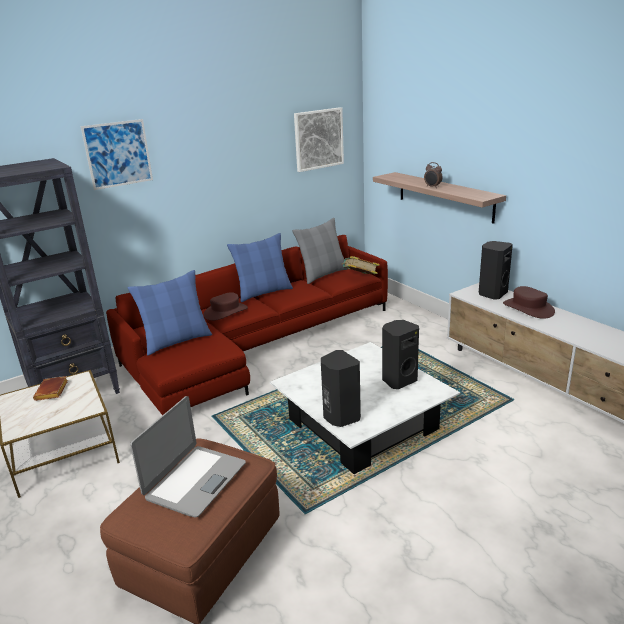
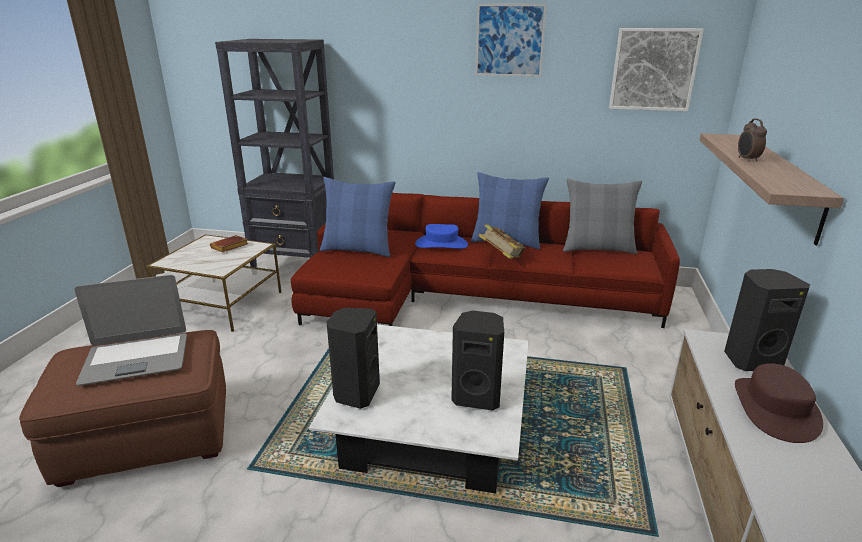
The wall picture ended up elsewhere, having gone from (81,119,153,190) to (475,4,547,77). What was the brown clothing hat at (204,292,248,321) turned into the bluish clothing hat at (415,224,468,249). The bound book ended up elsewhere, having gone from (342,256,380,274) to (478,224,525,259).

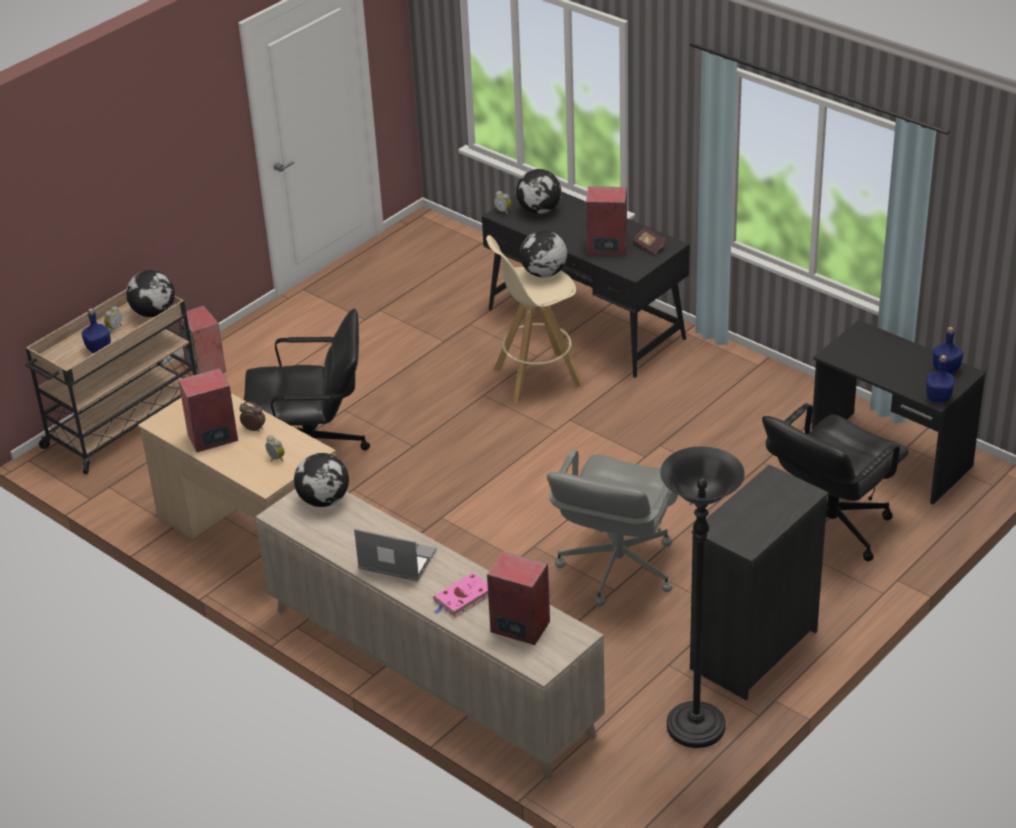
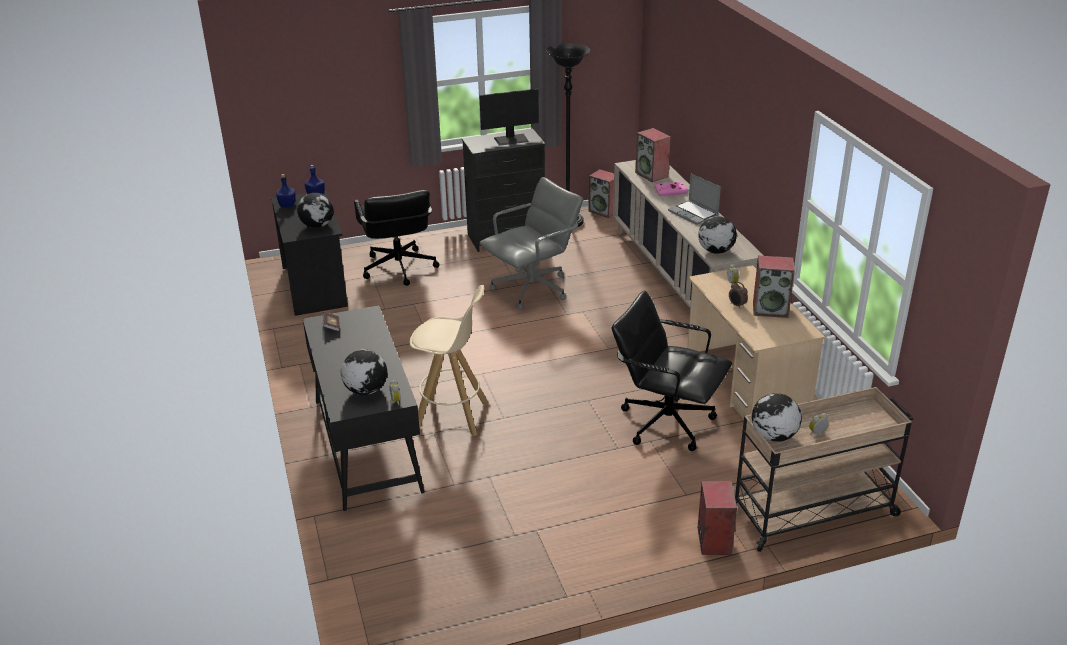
The second view lost the bluish beverage bottle at (82,308,111,353). The desk globe ended up elsewhere, having gone from (520,230,567,277) to (297,193,334,228). The audio speaker ended up elsewhere, having gone from (586,186,627,255) to (588,169,614,218). The blackish computer chair at (762,403,909,561) ended up facing another way, 90 degrees clockwise from before. The second view gained the monitor at (479,89,539,146).

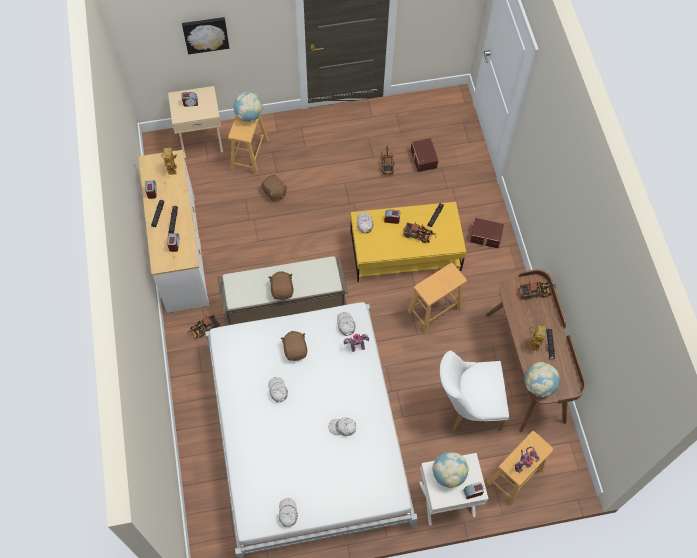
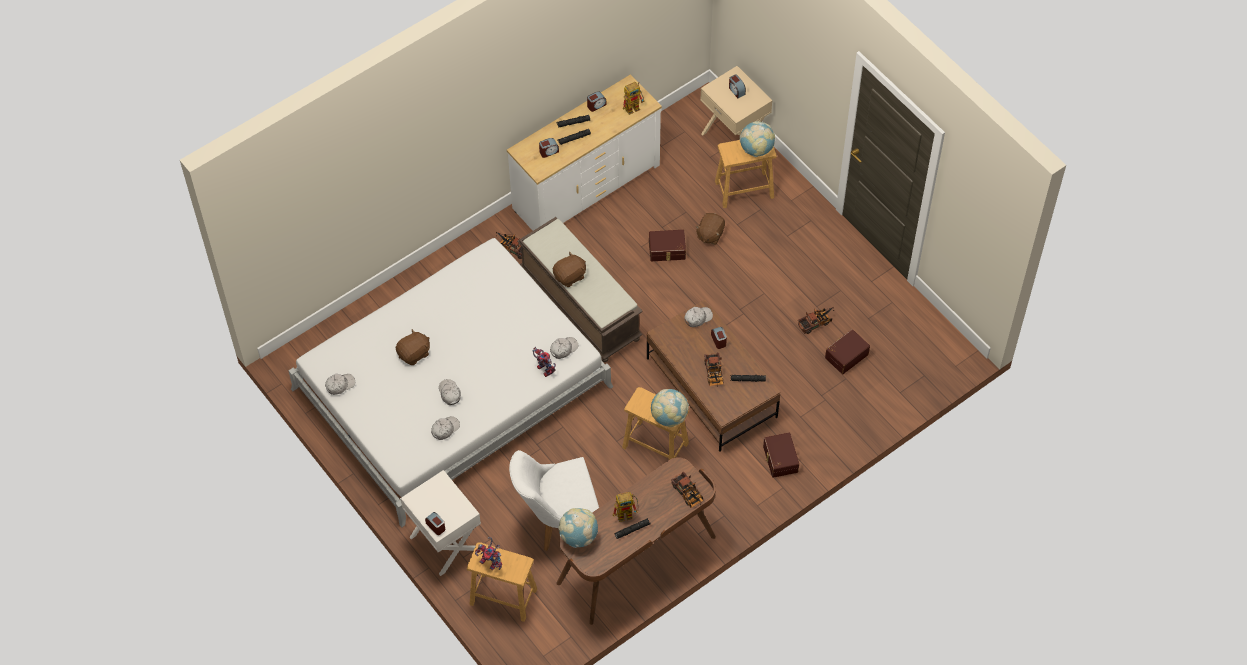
The second view lost the wall picture at (182,17,229,54). The white-coloured baseball cap ended up elsewhere, having gone from (268,377,288,402) to (431,416,460,440). The brown plush toy ended up elsewhere, having gone from (281,331,307,361) to (396,329,430,365). What was the yellow-coloured low table at (350,202,466,282) turned into the brown low table at (647,300,781,452). The desk globe ended up elsewhere, having gone from (432,452,469,488) to (651,389,689,427). The white-coloured upright chair at (440,351,509,431) ended up facing another way, 75 degrees counterclockwise from before. The second view gained the brown storage container at (649,230,686,261).

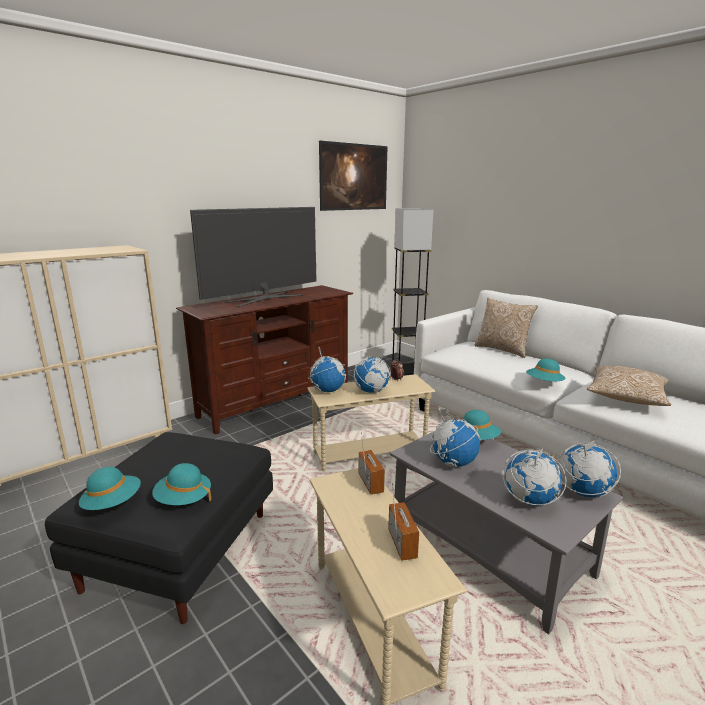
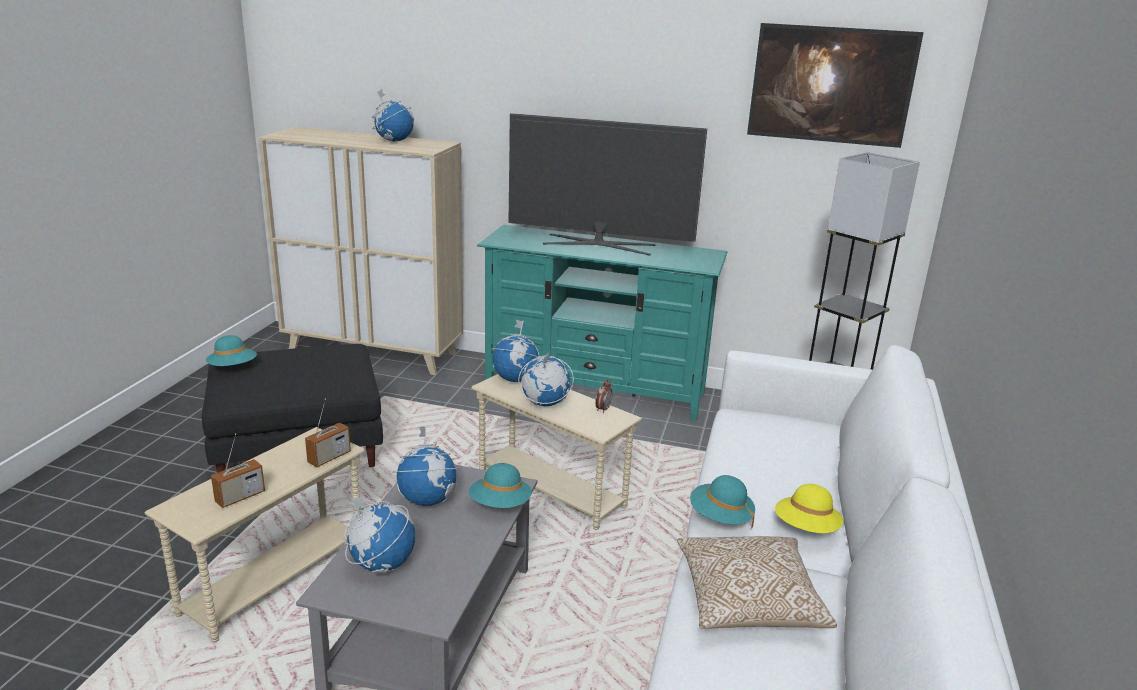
The second view lost the turquoise-coloured clothing hat at (152,463,211,505). What was the brown tv unit at (176,285,353,435) turned into the turquoise-coloured tv unit at (477,225,727,421). The second view lost the pillow at (475,298,538,358). The desk globe ended up elsewhere, having gone from (557,440,621,498) to (372,89,414,142). The second view gained the yellow-coloured clothing hat at (775,484,843,533).

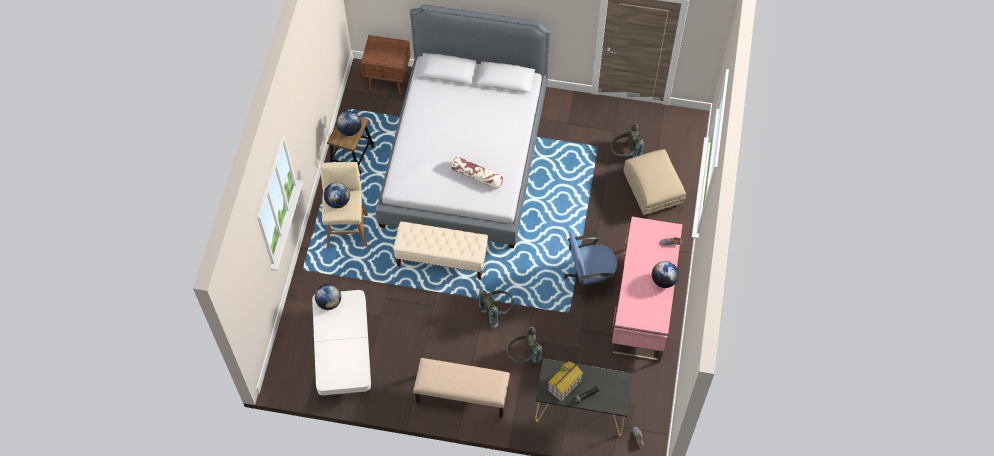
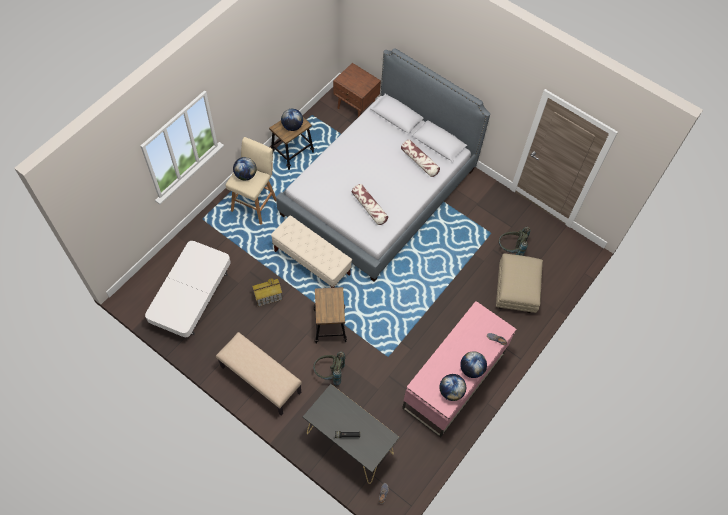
The desk globe ended up elsewhere, having gone from (315,284,341,310) to (439,374,466,401). Where the greyish backpack stood at (478,290,513,328), the stool seat came to stand at (313,287,347,344). The miniature house ended up elsewhere, having gone from (548,361,583,402) to (252,278,283,307). The second view lost the bluish computer chair at (564,231,617,302). The second view gained the pillow at (401,140,440,177).

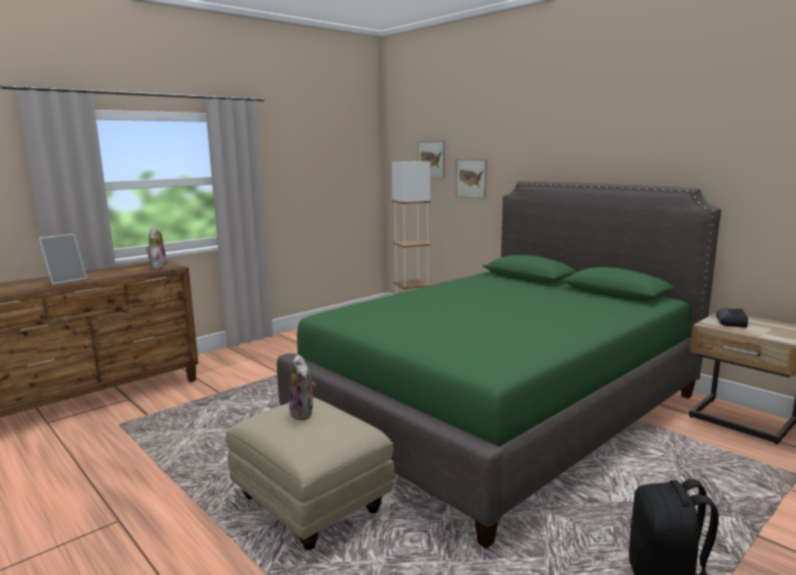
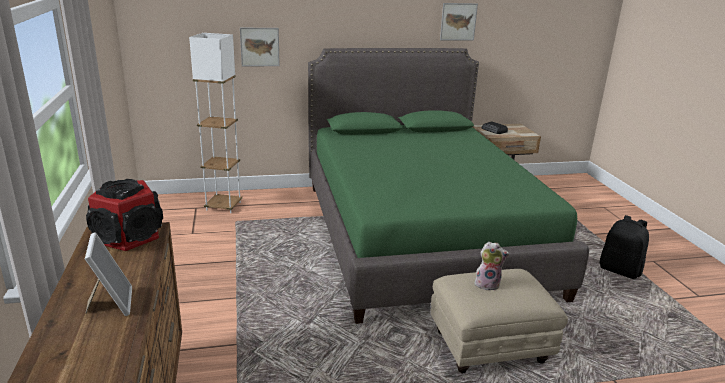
Where the plush toy stood at (146,226,168,269), the audio speaker came to stand at (86,179,163,251). The wall picture ended up elsewhere, having gone from (417,141,445,179) to (440,3,478,40).

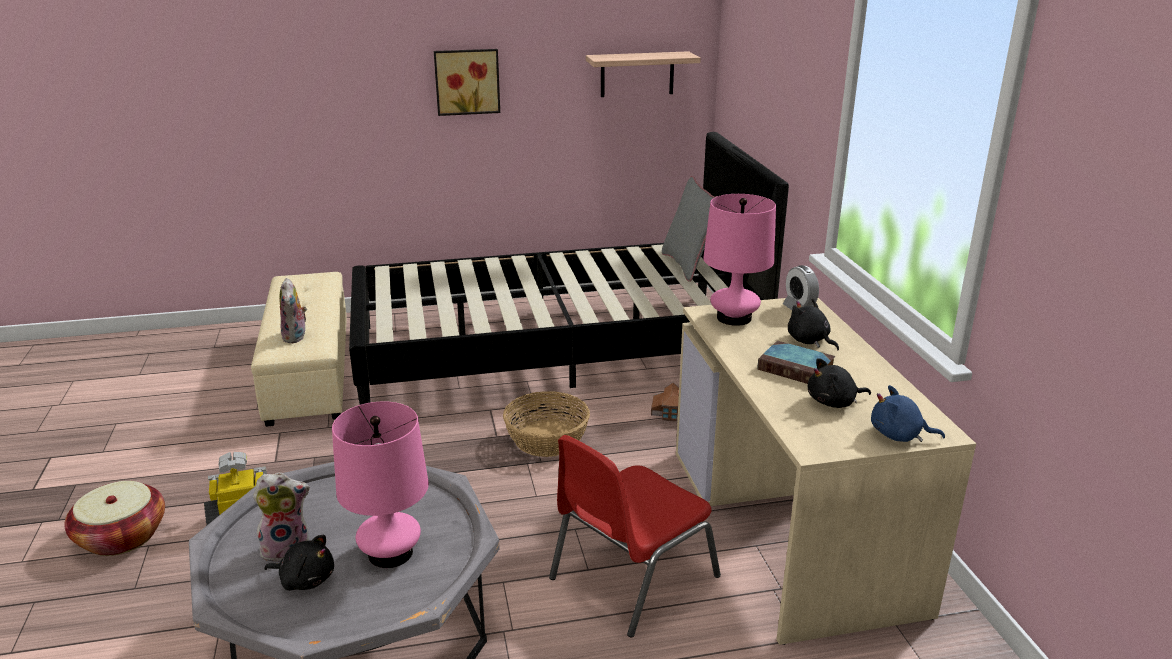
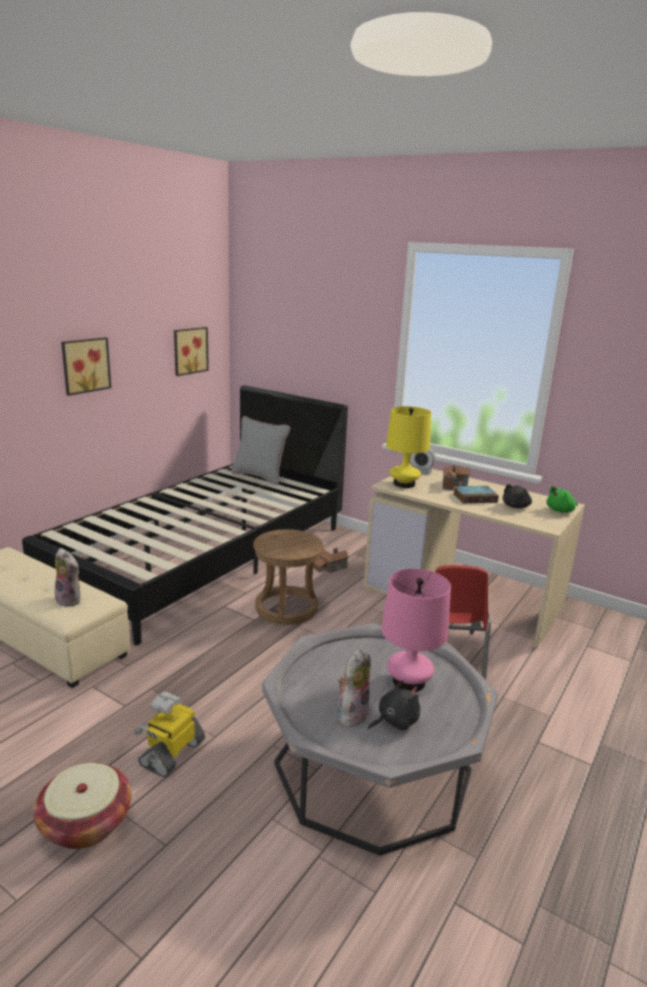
Where the storage basket stood at (503,391,590,457), the brown stool seat came to stand at (253,529,323,625). Where the wall shelf hung at (586,51,701,97), the wall picture came to hang at (174,327,209,376). What was the pinkish lamp for a table at (703,194,776,326) turned into the yellow-coloured lamp for a table at (386,406,431,488). Where the blackish plush toy stood at (788,299,839,351), the miniature house came to stand at (443,464,470,490). What was the bluish plush toy at (871,385,945,442) turned into the green-coloured plush toy at (547,486,578,513).

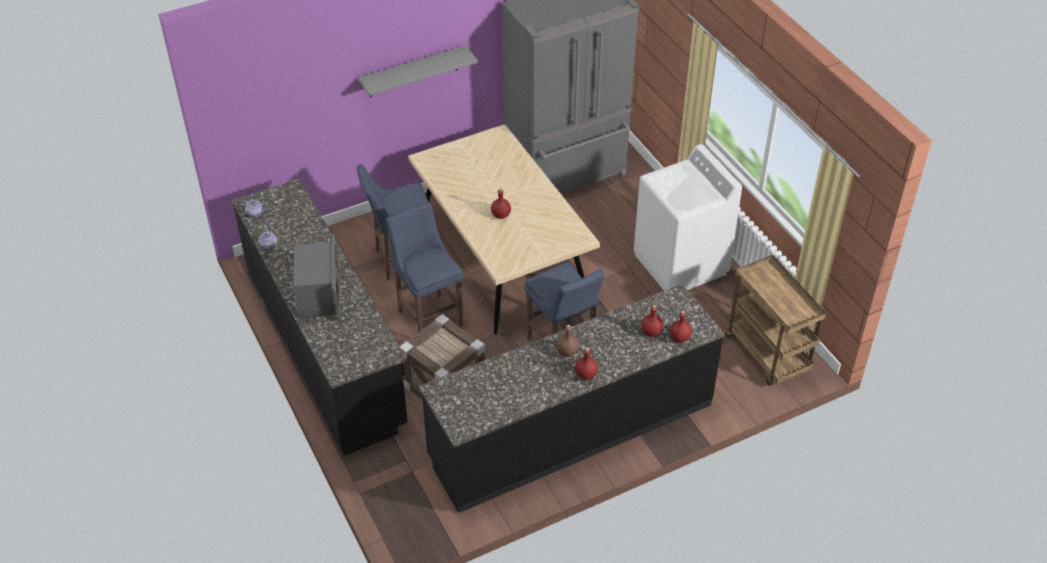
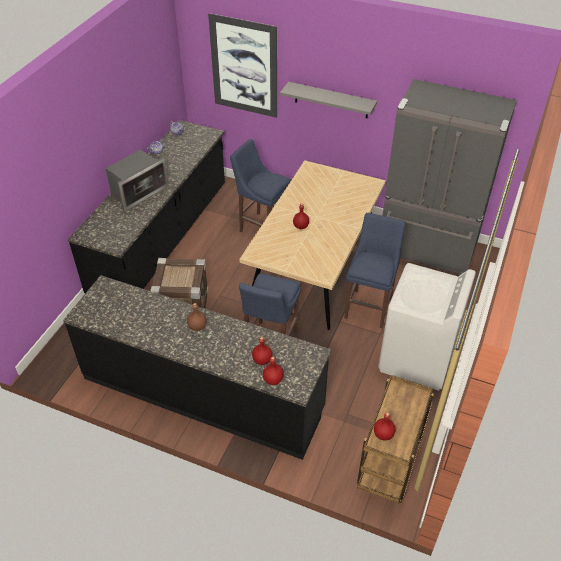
The bluish stool seat ended up elsewhere, having gone from (386,202,463,333) to (344,213,406,328). The red beverage bottle ended up elsewhere, having gone from (575,348,598,380) to (374,412,395,440). The second view gained the wall picture at (208,13,277,118).

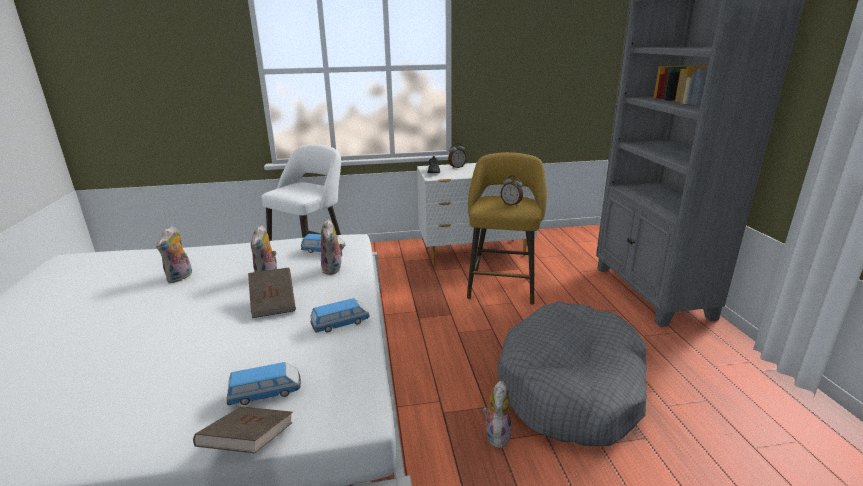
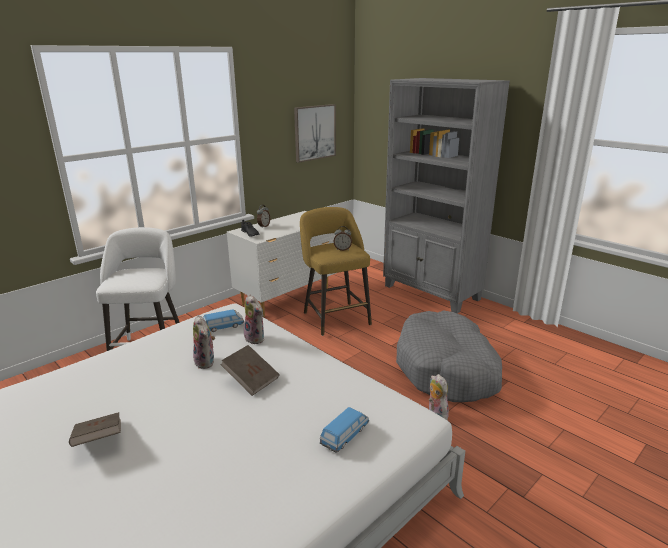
The second view lost the plush toy at (156,226,192,283). The brown bound book ended up elsewhere, having gone from (193,407,292,453) to (69,412,121,447). The second view lost the miniature car at (310,298,370,332). The second view gained the wall picture at (294,104,336,163).

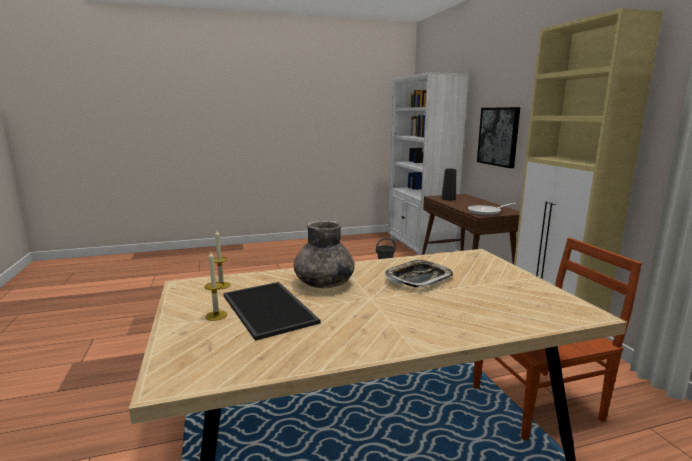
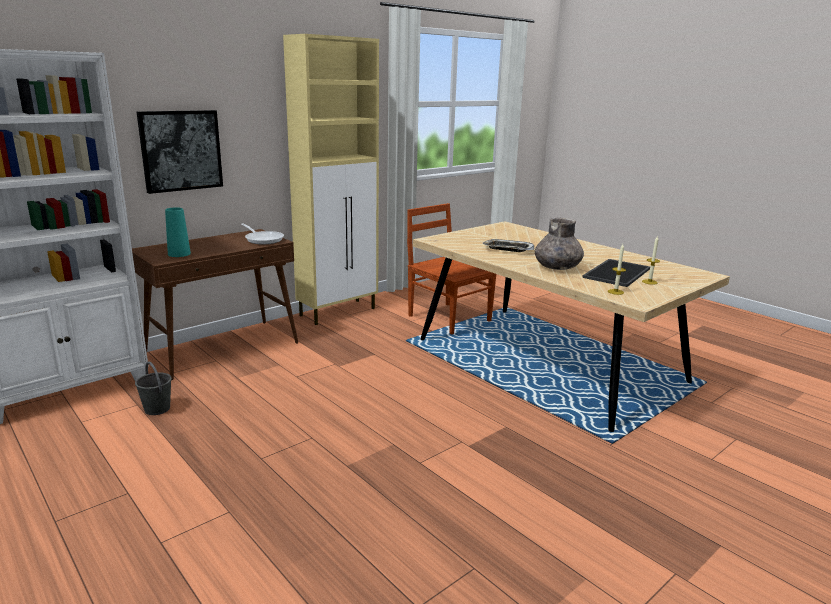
What was the blackish flower vase at (441,168,456,201) turned into the turquoise-coloured flower vase at (165,207,191,257).

